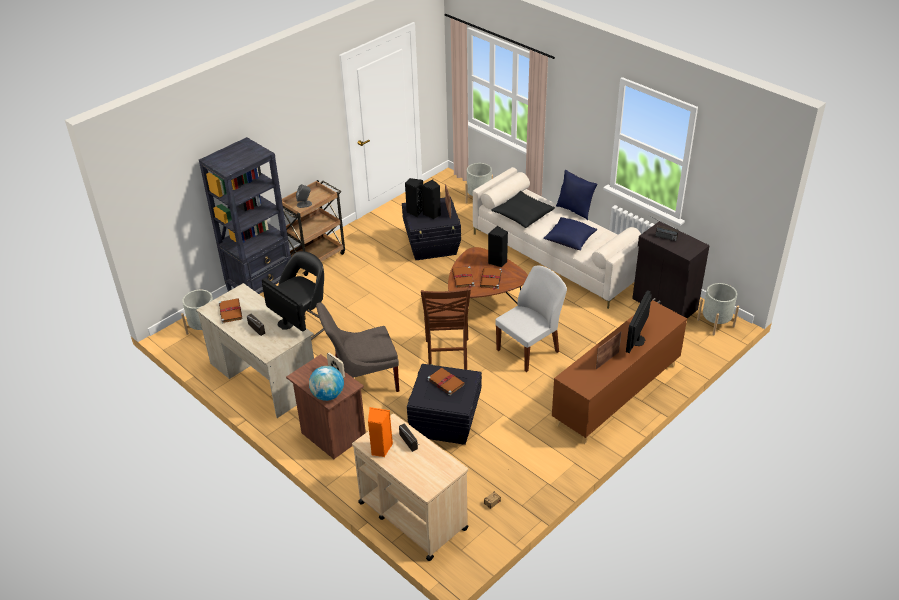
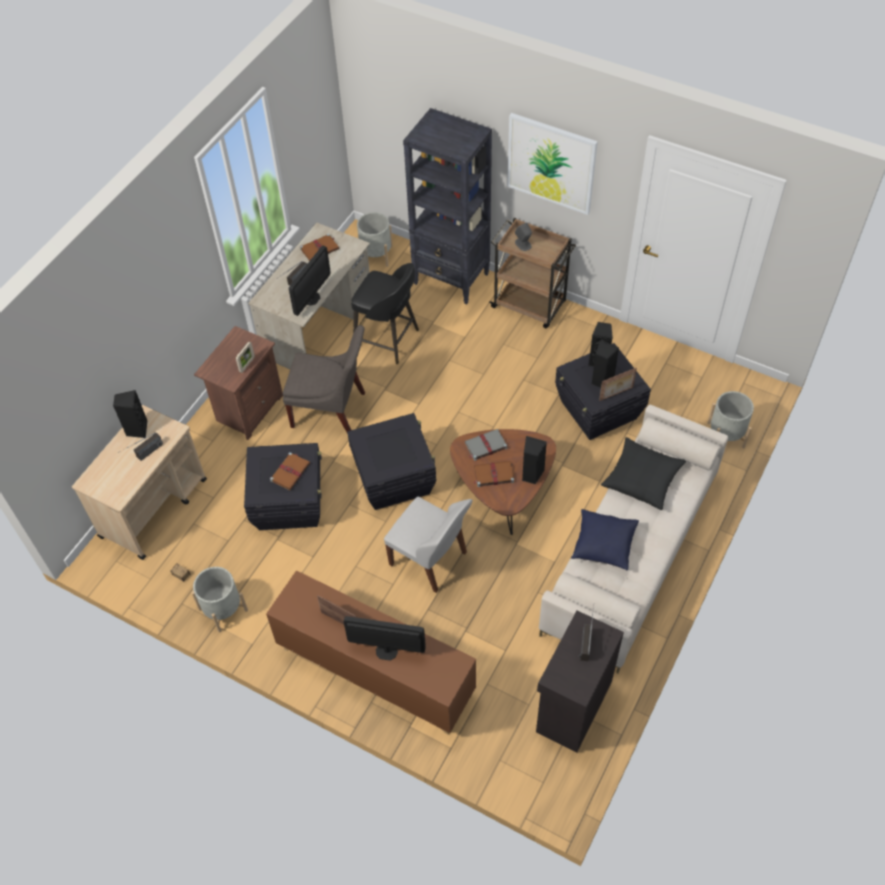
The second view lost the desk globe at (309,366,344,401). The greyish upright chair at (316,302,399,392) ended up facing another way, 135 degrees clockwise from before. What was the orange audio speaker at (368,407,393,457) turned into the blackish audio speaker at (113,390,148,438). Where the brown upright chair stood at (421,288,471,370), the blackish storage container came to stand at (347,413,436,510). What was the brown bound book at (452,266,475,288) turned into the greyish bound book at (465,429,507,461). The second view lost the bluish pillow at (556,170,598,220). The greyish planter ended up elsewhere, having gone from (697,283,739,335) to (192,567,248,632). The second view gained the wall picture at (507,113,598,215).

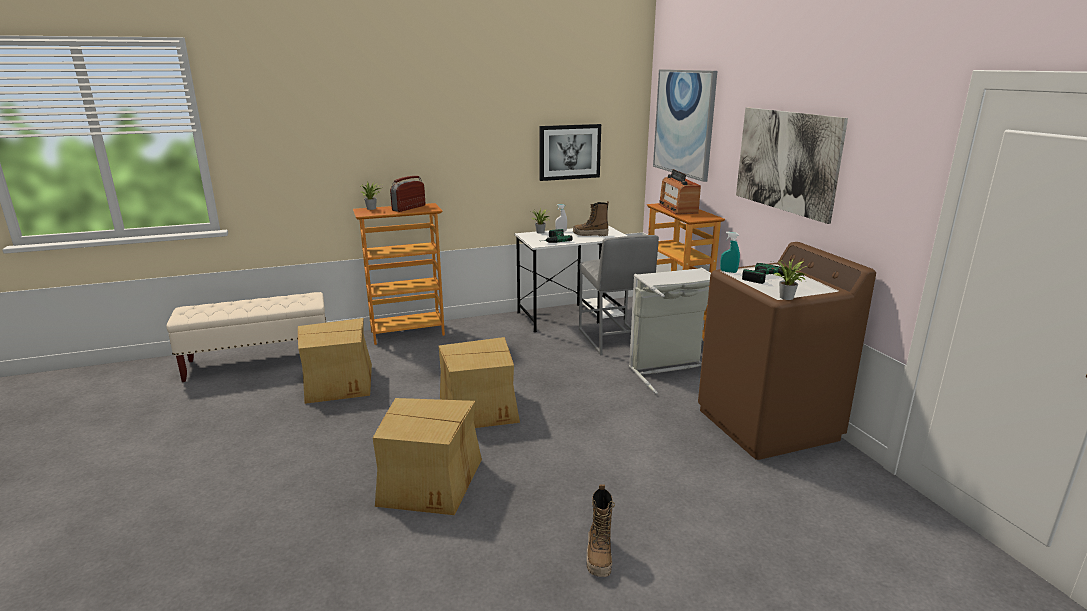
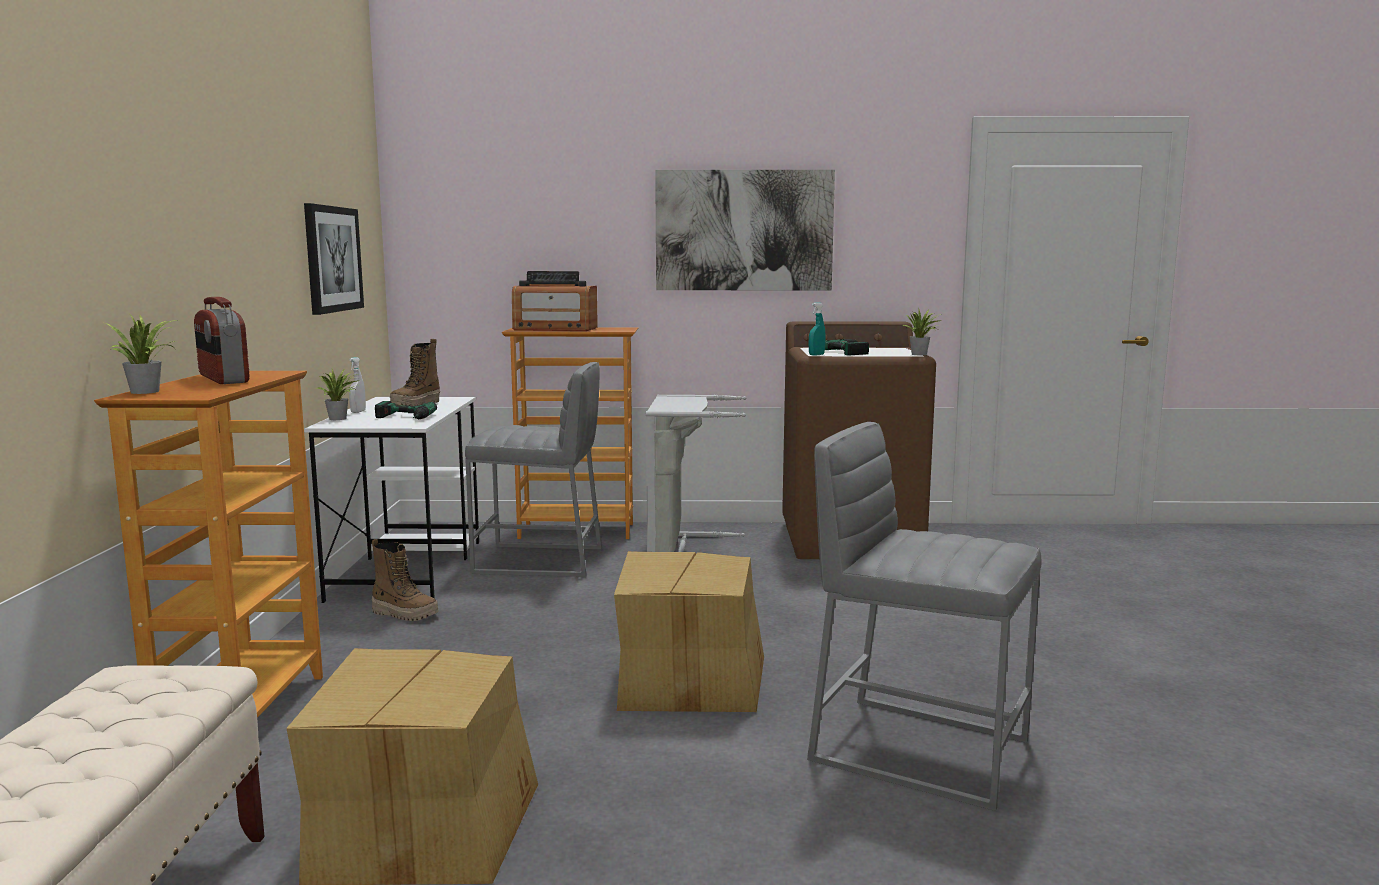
Where the carton stood at (373,398,482,515), the greyish stool seat came to stand at (807,422,1041,811). The boot ended up elsewhere, having gone from (587,484,615,577) to (372,539,439,621). The second view lost the wall picture at (653,69,717,182).

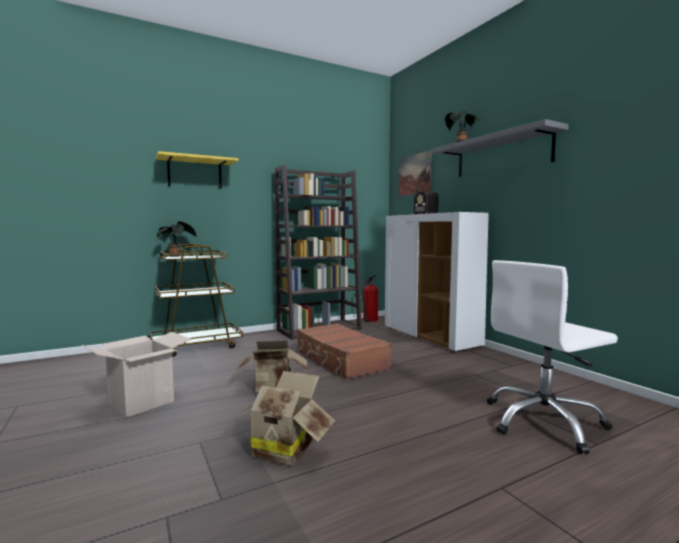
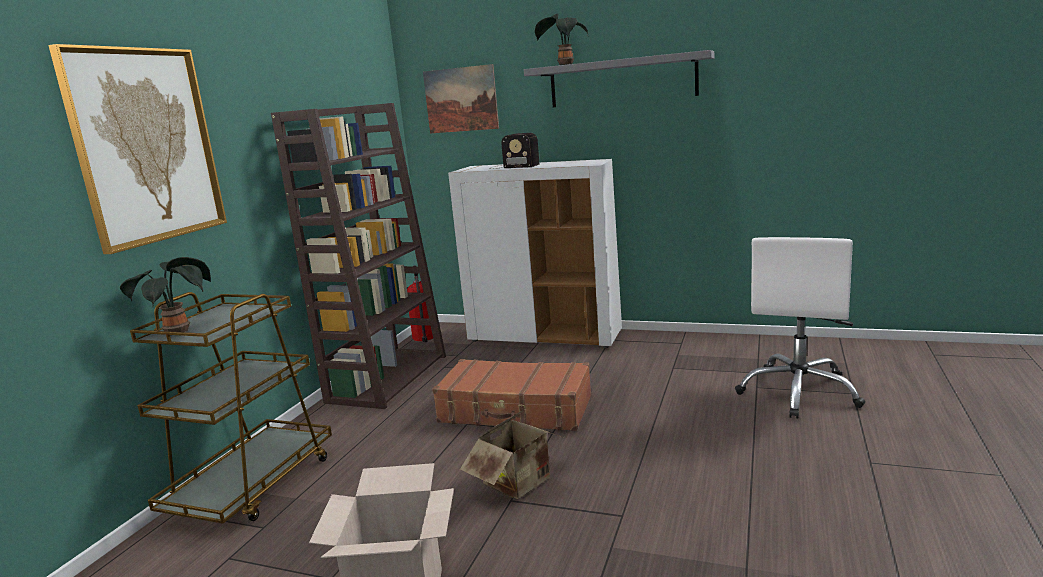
Where the yellow-coloured wall shelf hung at (155,151,238,189), the wall picture came to hang at (48,44,227,254). The second view lost the carton at (228,371,335,465).

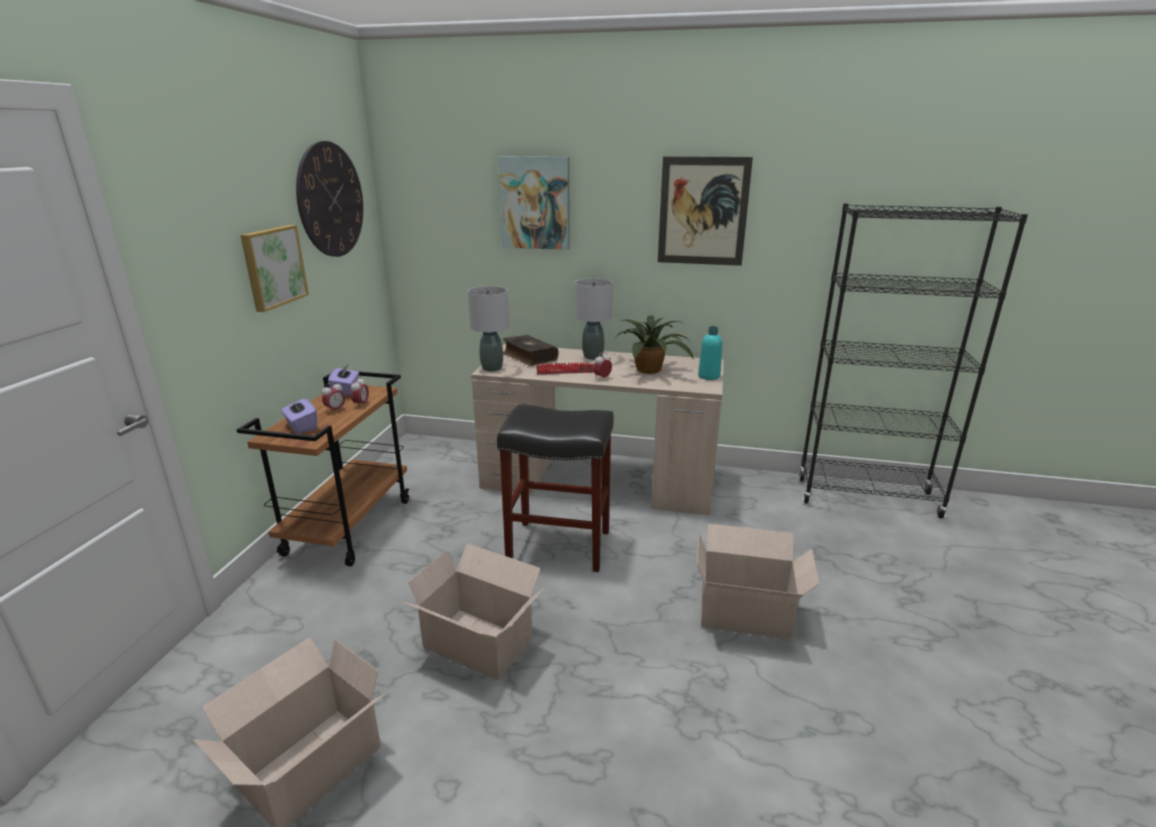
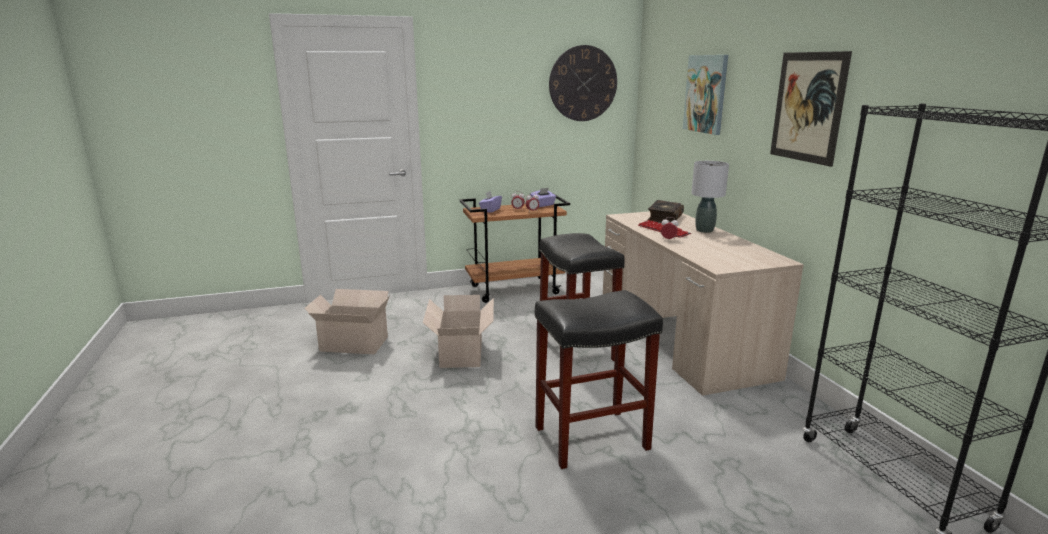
The second view lost the wall picture at (240,225,309,312). The second view lost the greyish lamp for a table at (468,286,509,372). The second view lost the plant in a pot at (616,316,694,374). Where the carton stood at (697,524,820,640), the blackish stool seat came to stand at (535,290,663,469). The second view lost the turquoise-coloured beverage bottle at (698,326,722,380).

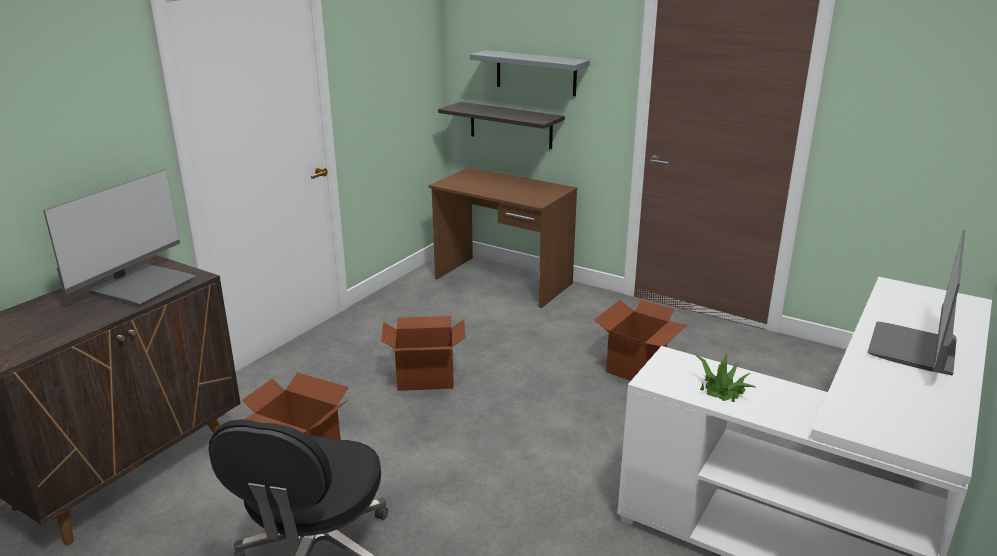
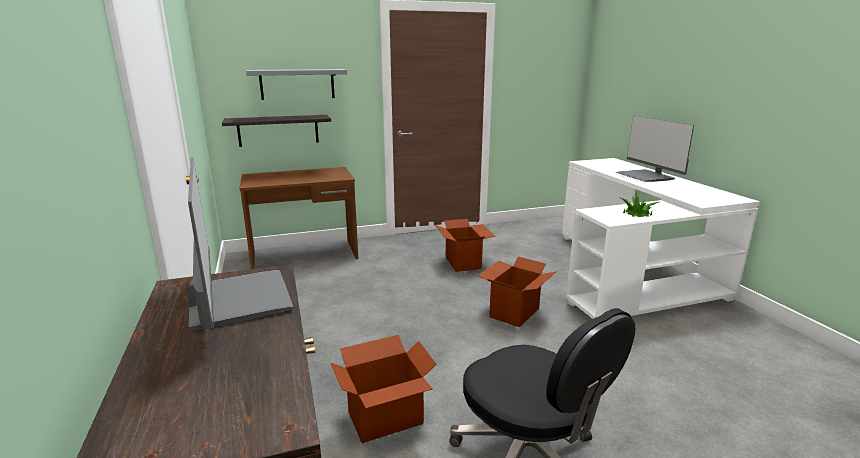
The carton ended up elsewhere, having gone from (381,316,465,391) to (477,257,557,327).

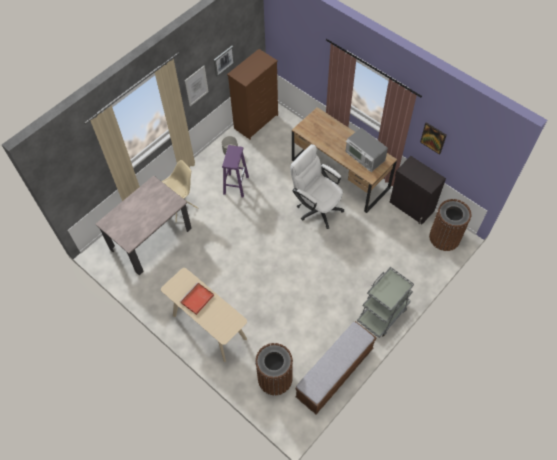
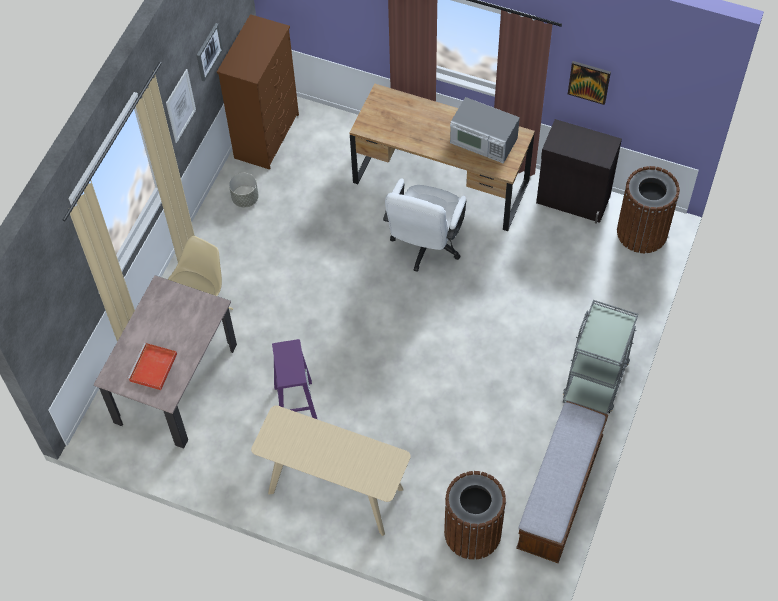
The red tray ended up elsewhere, having gone from (180,282,214,315) to (127,343,177,390). The purplish stool seat ended up elsewhere, having gone from (222,145,249,198) to (272,339,317,419). The white-coloured computer chair at (290,144,344,229) ended up facing another way, 90 degrees counterclockwise from before.

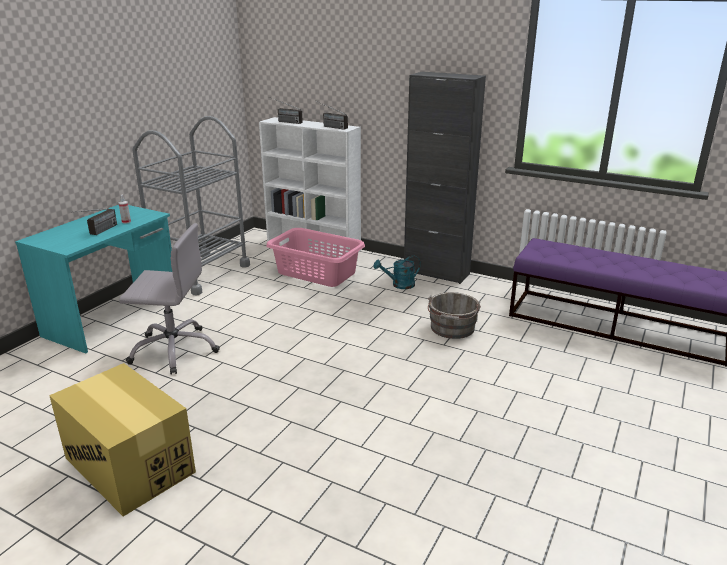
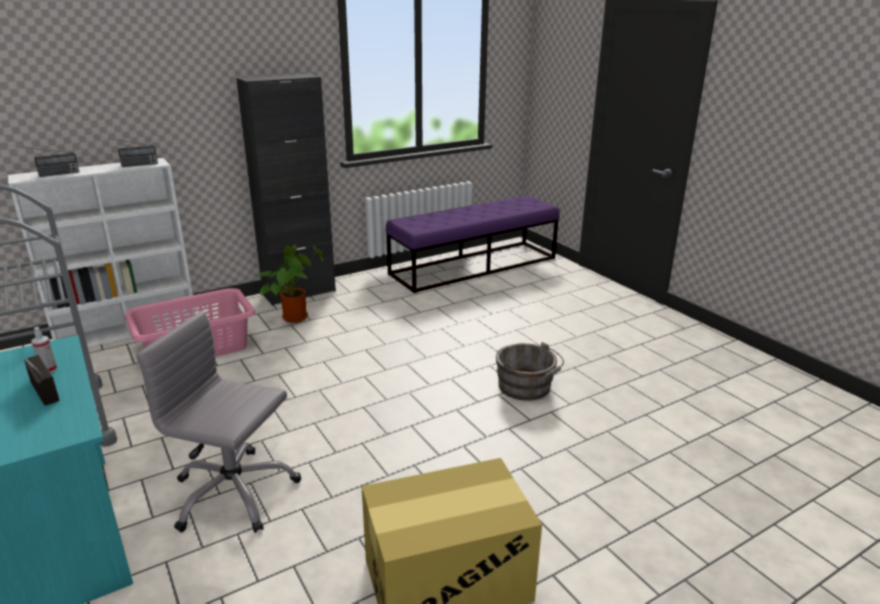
The greyish computer chair at (119,223,220,375) ended up facing another way, 105 degrees counterclockwise from before. Where the turquoise-coloured watering can stood at (374,256,421,289), the plant in a pot came to stand at (257,244,324,323). The greyish bucket ended up elsewhere, having gone from (428,292,481,339) to (496,342,564,401).

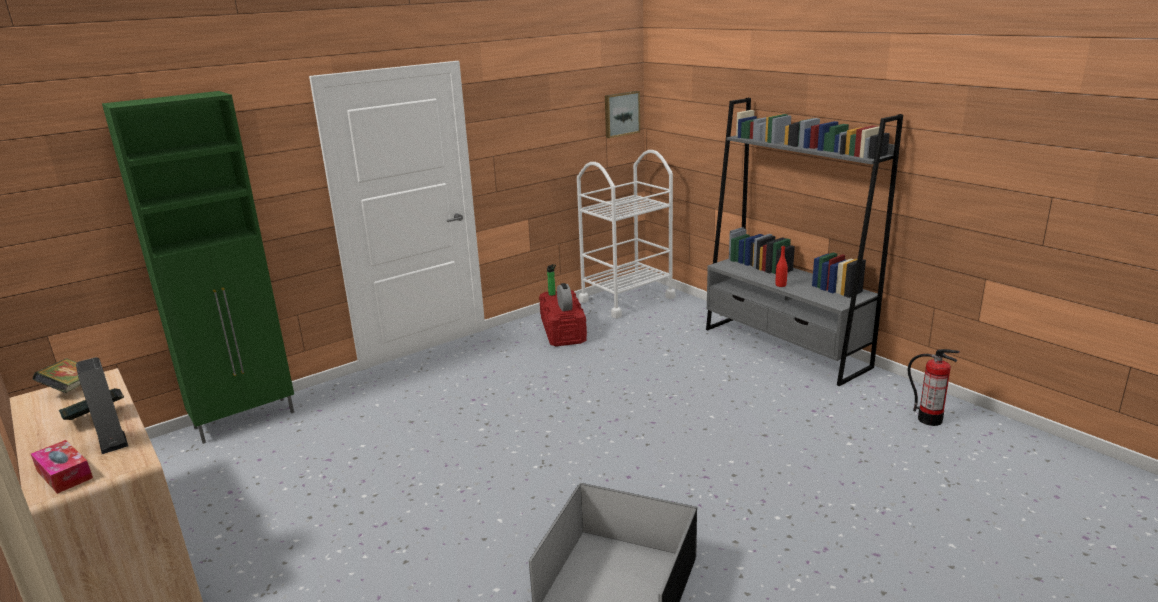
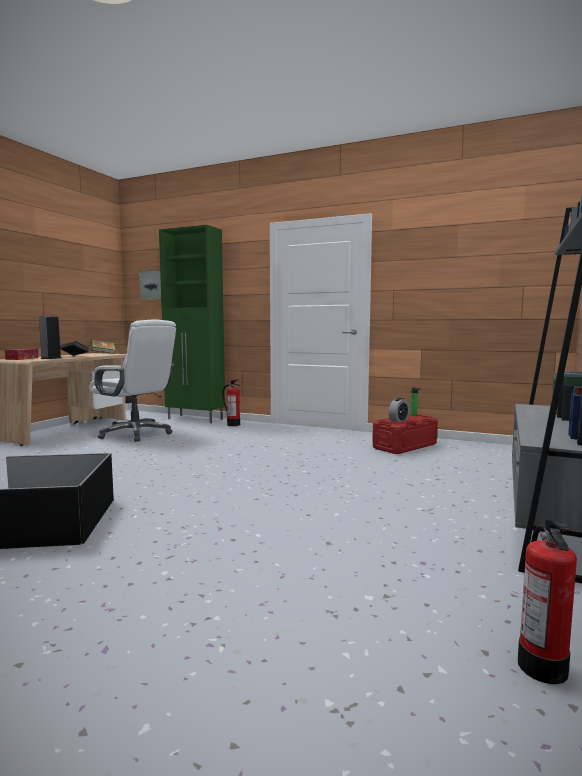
The second view lost the white-coloured wheeled cart at (577,150,676,318). The wall picture ended up elsewhere, having gone from (605,91,640,138) to (139,269,161,300). The second view lost the red beverage bottle at (776,245,788,287). The second view gained the white-coloured computer chair at (89,319,176,442). The second view gained the fire-fighting cylinder at (222,379,241,426).

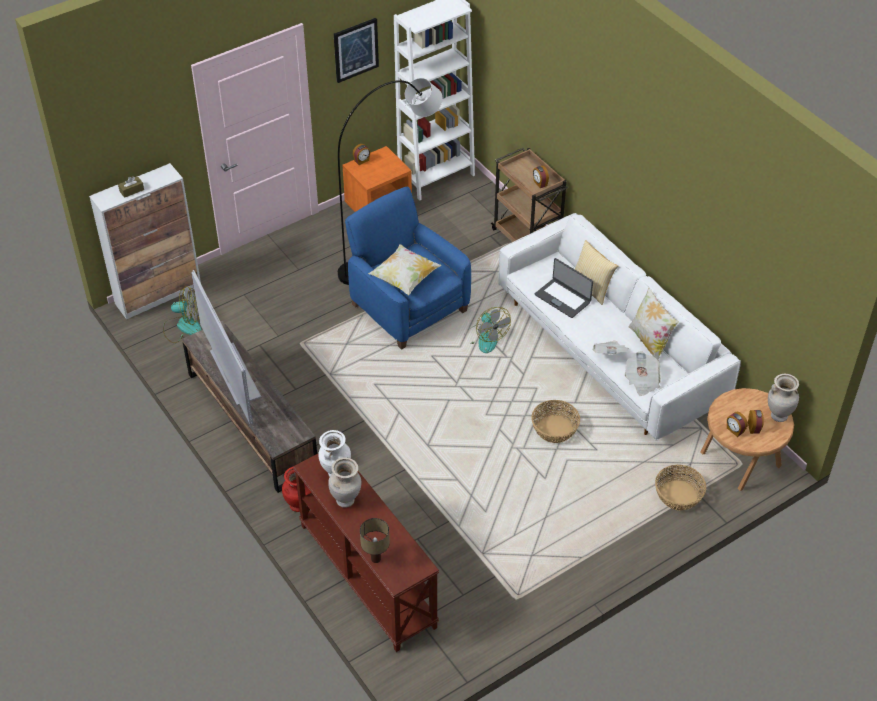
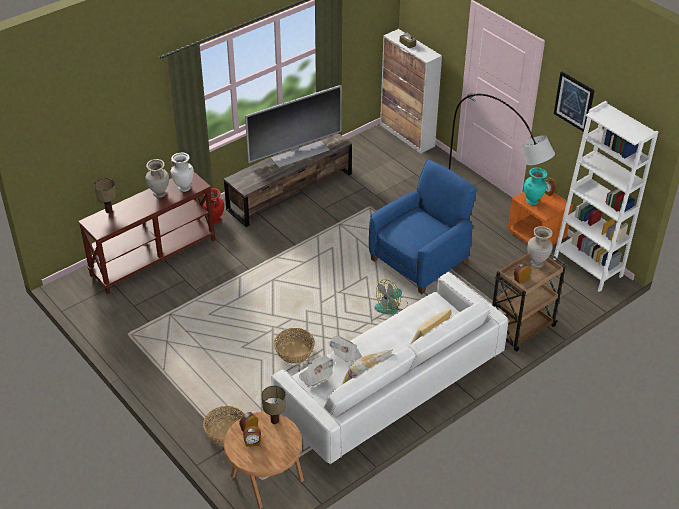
The second view lost the fan at (163,286,202,343). The second view lost the pillow at (368,244,441,296). The second view lost the laptop at (534,258,593,318). The beige flower vase ended up elsewhere, having gone from (768,374,799,422) to (527,226,553,268). The second view gained the lamp for a table at (262,386,286,424). The second view gained the turquoise-coloured flower vase at (524,167,547,205).

